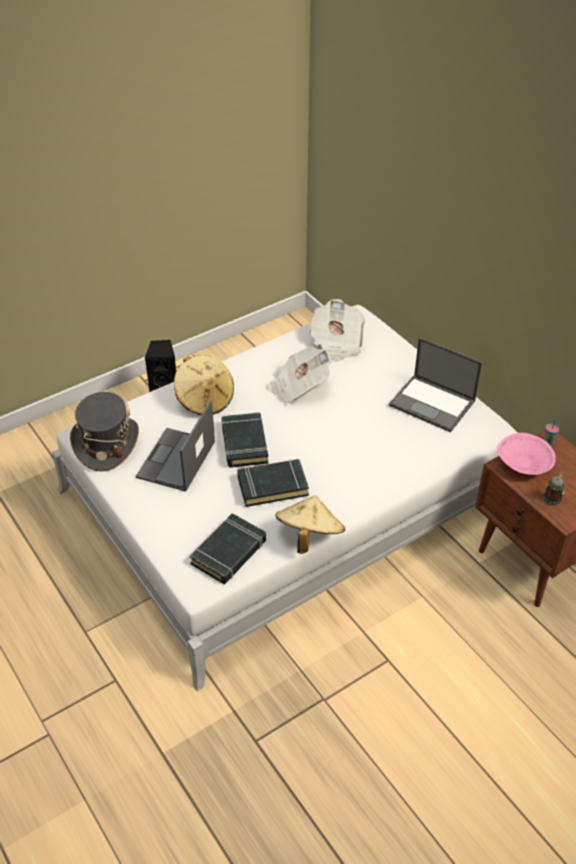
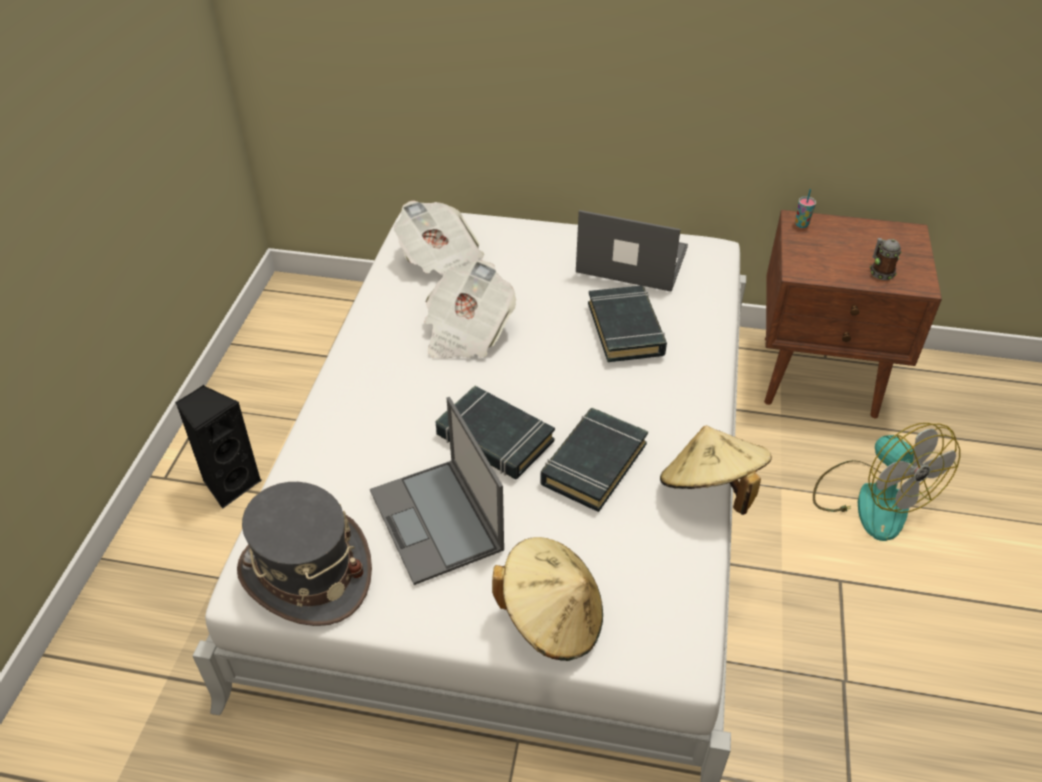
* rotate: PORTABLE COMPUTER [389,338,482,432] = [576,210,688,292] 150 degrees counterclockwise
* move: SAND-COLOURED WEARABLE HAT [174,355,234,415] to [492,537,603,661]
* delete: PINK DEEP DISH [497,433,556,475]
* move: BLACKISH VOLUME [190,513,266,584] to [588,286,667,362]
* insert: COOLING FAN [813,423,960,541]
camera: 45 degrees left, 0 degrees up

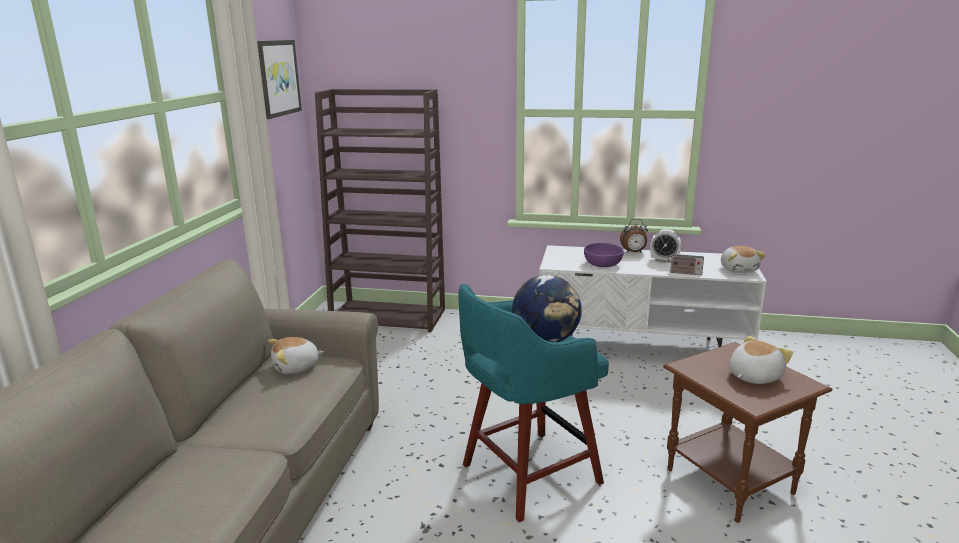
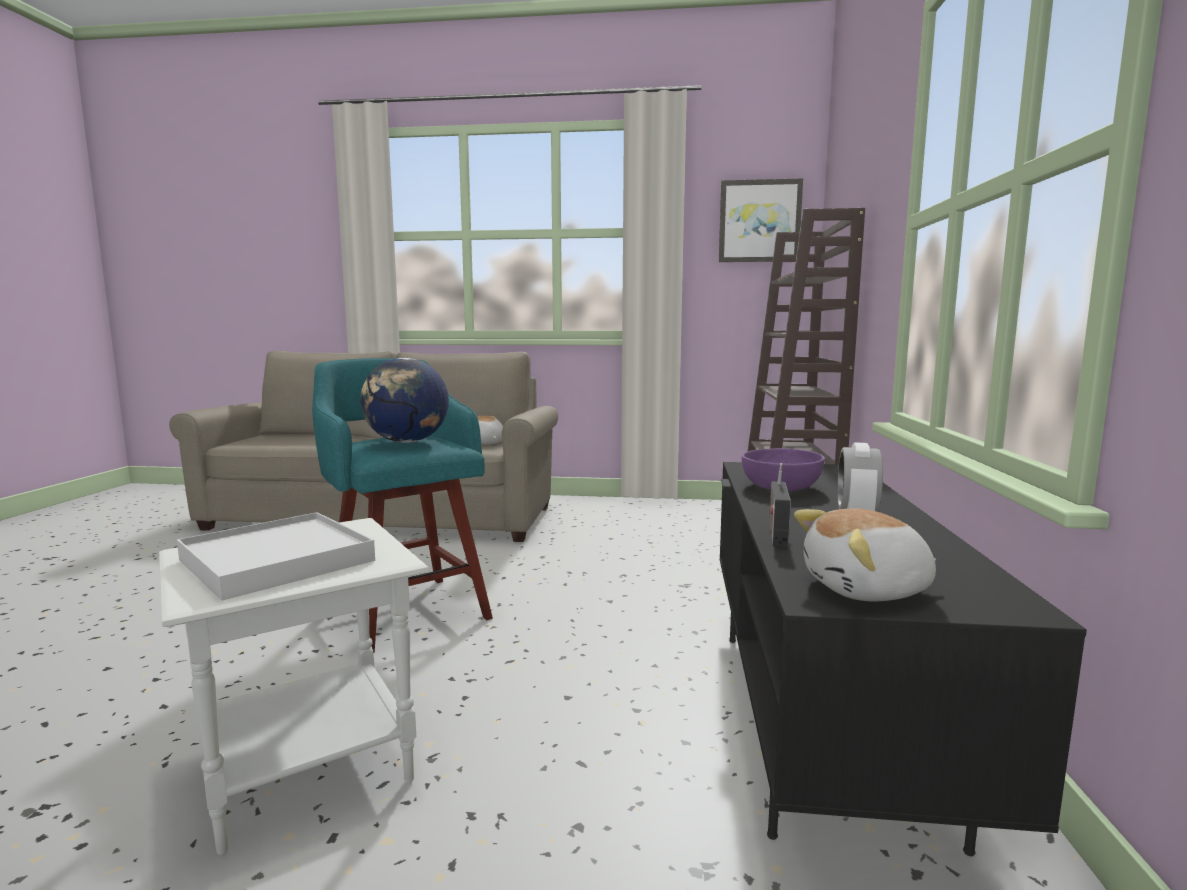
* delete: BEDSIDE CLOCK [620,219,648,253]
* recolor: WHITE-COLOURED TV STAND [539,245,767,347] to BLACKISH TV STAND [720,462,1087,856]
* replace: CUDDLY TOY [729,336,793,384] to WHITE-COLOURED CARRYING TRAY [177,512,375,601]
* recolor: BROWNISH END TABLE [663,342,832,523] to WHITE-COLOURED END TABLE [159,518,429,855]
camera: 85 degrees right, 10 degrees down

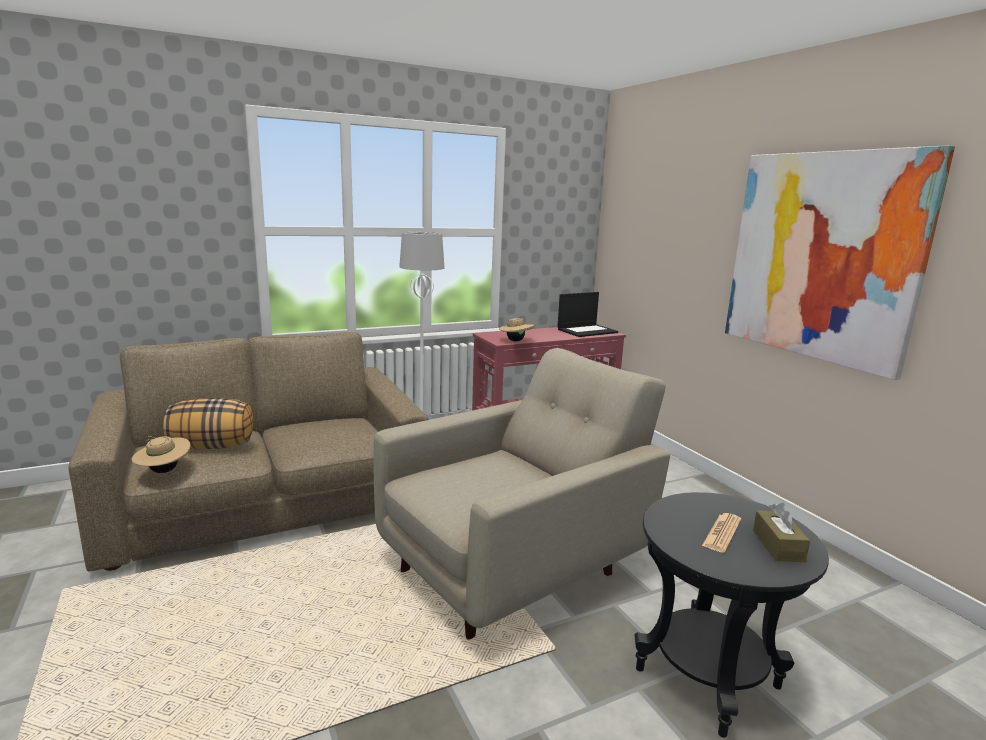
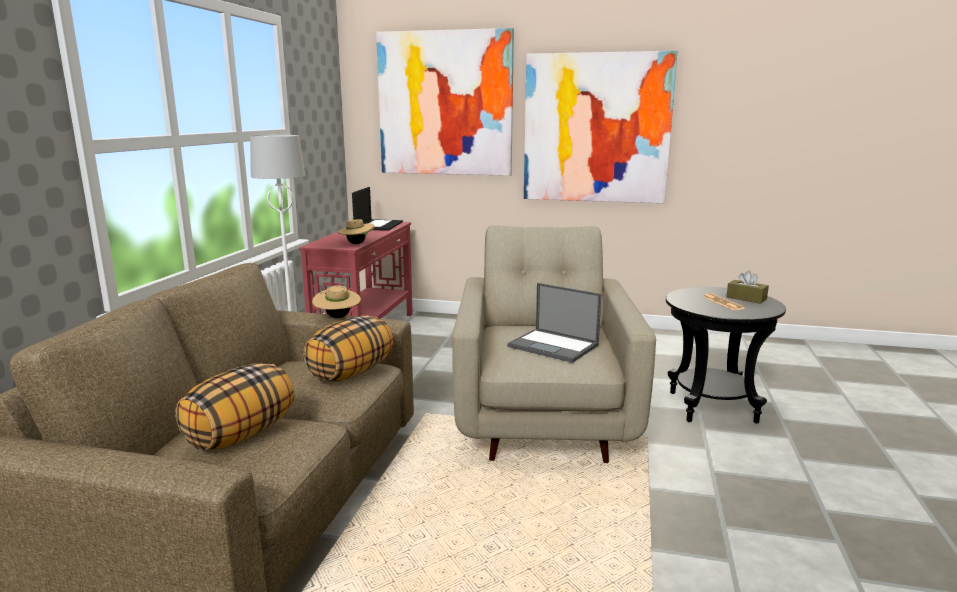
* move: SAND-COLOURED WEARABLE HAT [131,436,191,473] to [312,285,361,318]
* insert: PICTURE [376,28,514,176]
* insert: PORTABLE COMPUTER [507,283,601,363]
* insert: PILLOW [304,315,393,381]
camera: 50 degrees left, 0 degrees up

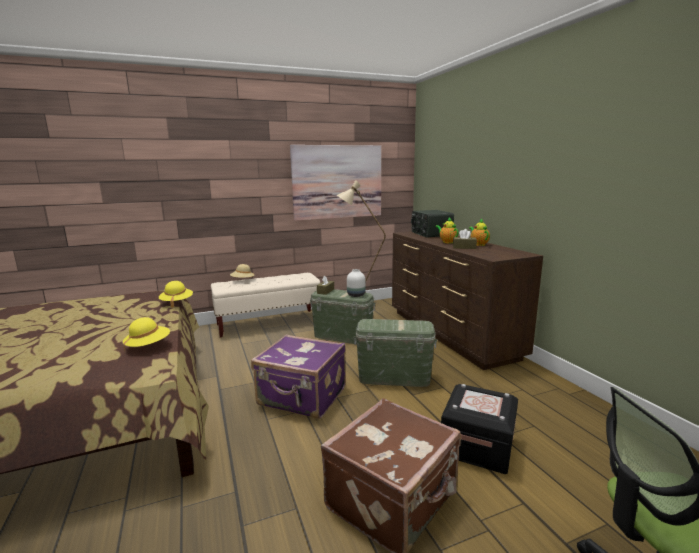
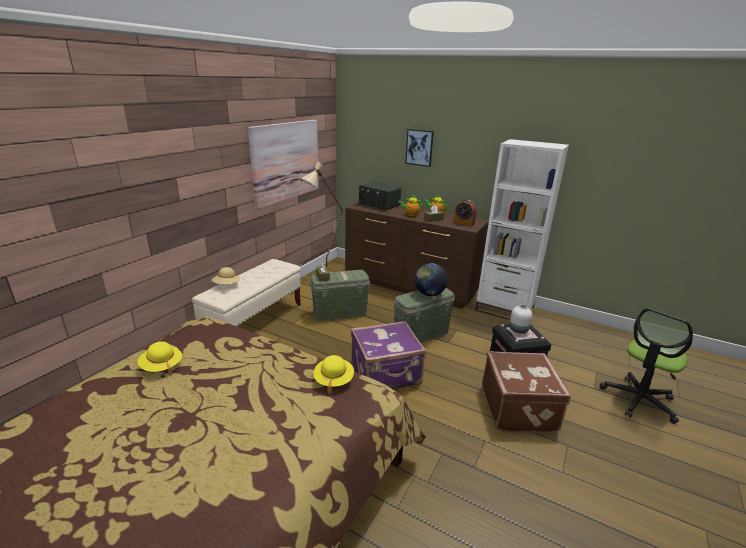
* move: WHITE-COLOURED DECORATIVE VASE [347,269,365,297] to [510,304,532,334]
* move: YELLOW-COLOURED WEARABLE HAT [159,281,193,308] to [138,341,182,376]
* insert: PICTURE [405,129,434,167]
* insert: WHITE-COLOURED BOOKSHELF [475,139,569,320]
* insert: BEDSIDE CLOCK [454,199,476,226]
* insert: GLOBE [414,263,448,296]
camera: 40 degrees left, 10 degrees up

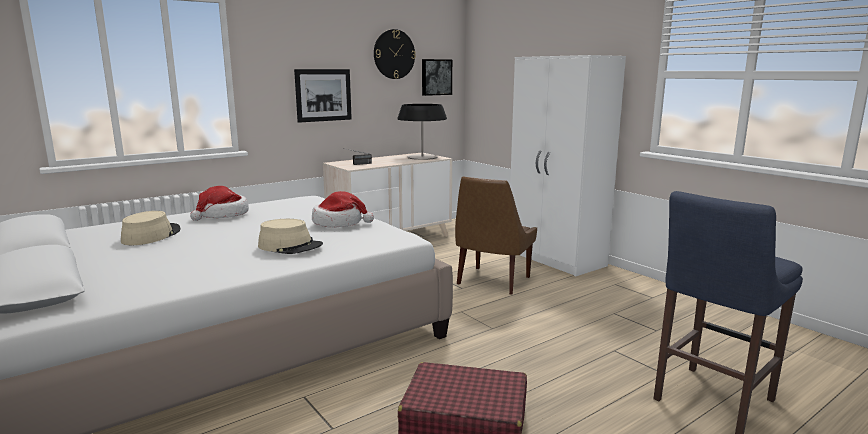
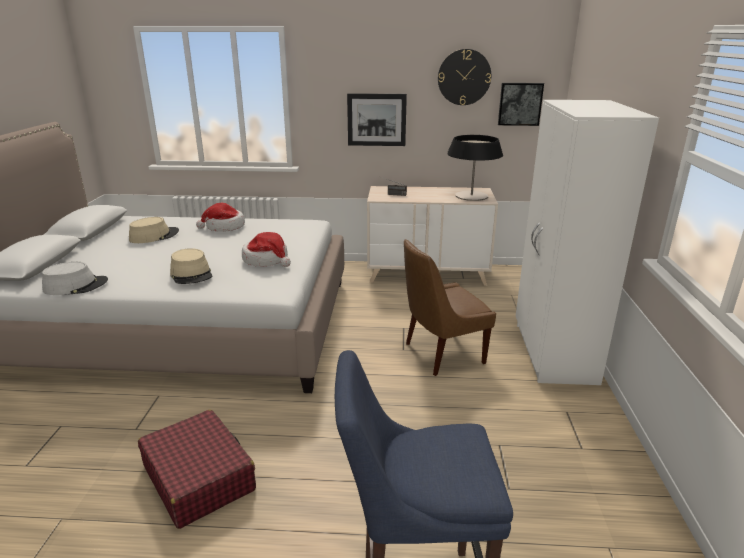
* insert: GRAY WEARABLE HAT [42,262,108,295]
camera: 40 degrees right, 10 degrees up

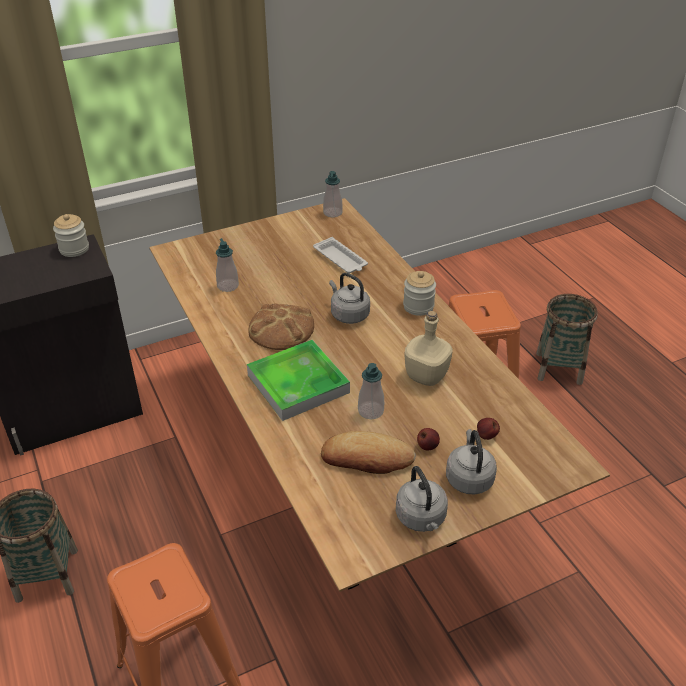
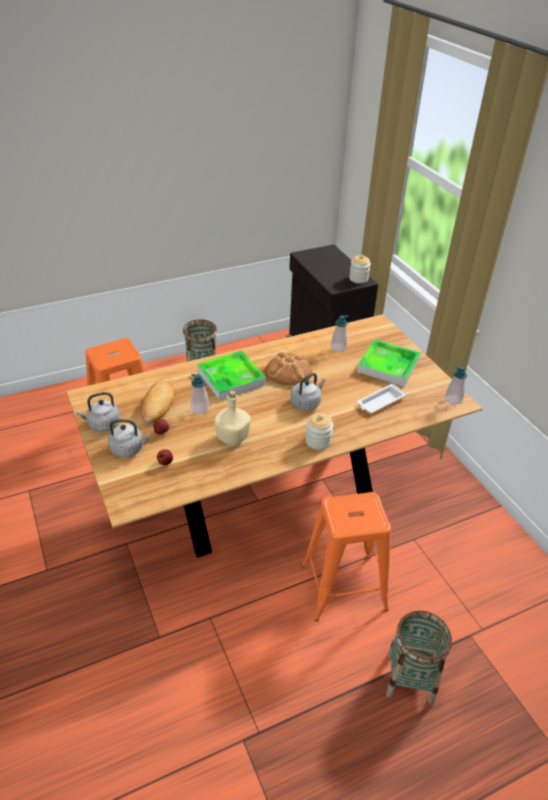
* insert: CARRYING TRAY [357,339,421,387]
camera: 90 degrees right, 0 degrees up

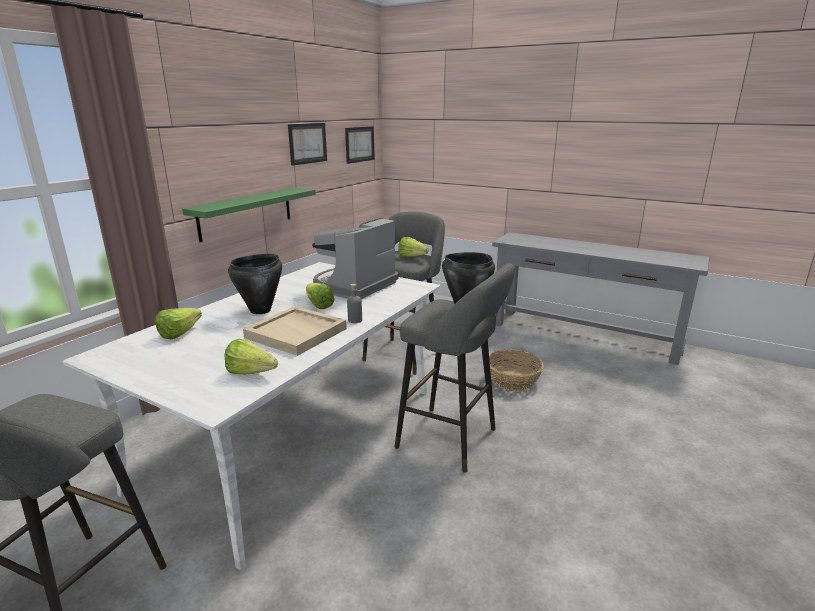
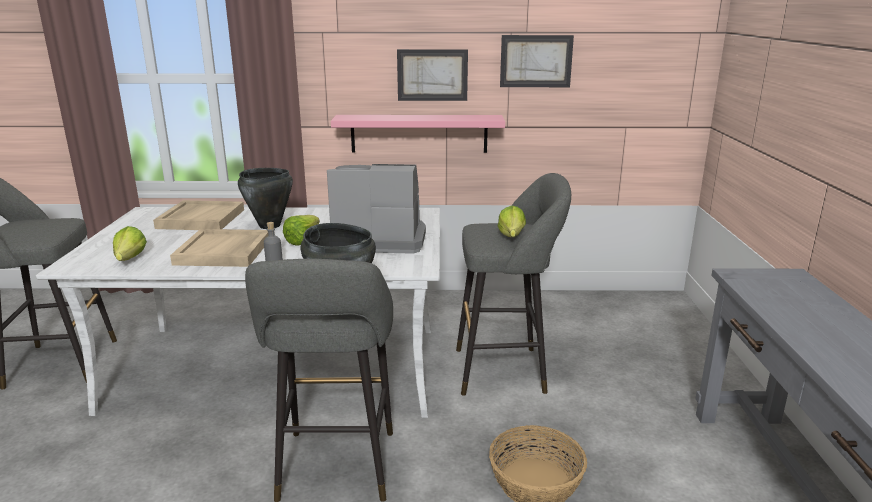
* move: PICTURE [345,126,375,164] to [397,49,468,101]
* recolor: GREENISH SHELF [182,187,316,242] to PINK SHELF [331,115,505,153]
* replace: LETTUCE HEAD [155,308,202,339] to SAND-COLOURED CARRYING TRAY [153,200,244,230]
camera: 60 degrees right, 0 degrees up

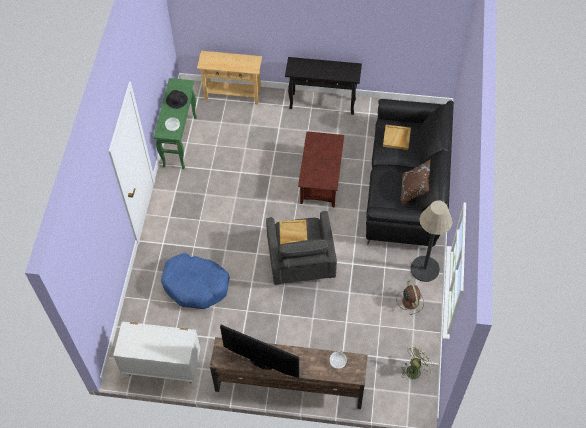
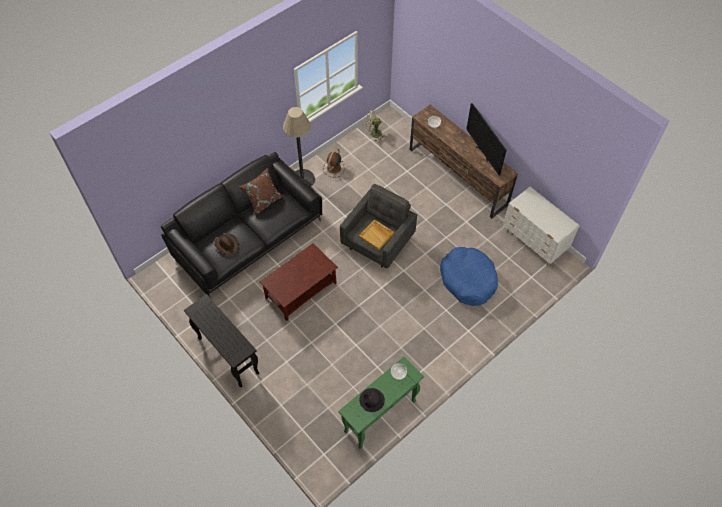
* delete: SAND-COLOURED NARROW TABLE [197,51,262,104]
* replace: SAND-COLOURED CARRYING TRAY [383,125,411,150] to BROWNISH WEARABLE HAT [214,233,239,255]
camera: 140 degrees left, 0 degrees up

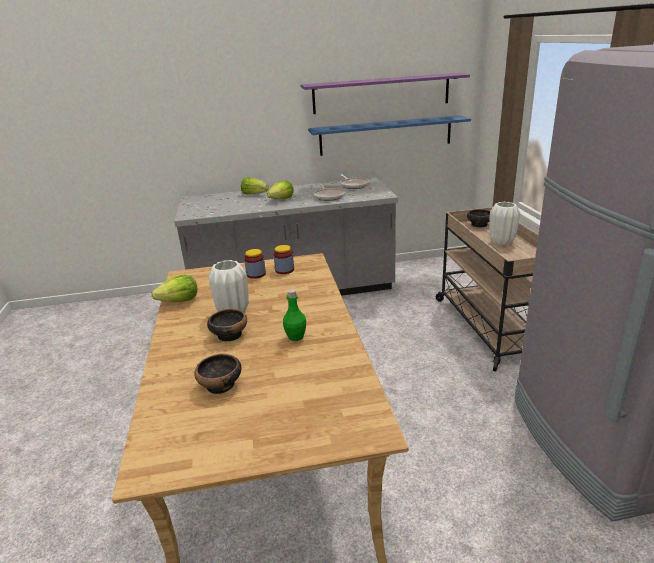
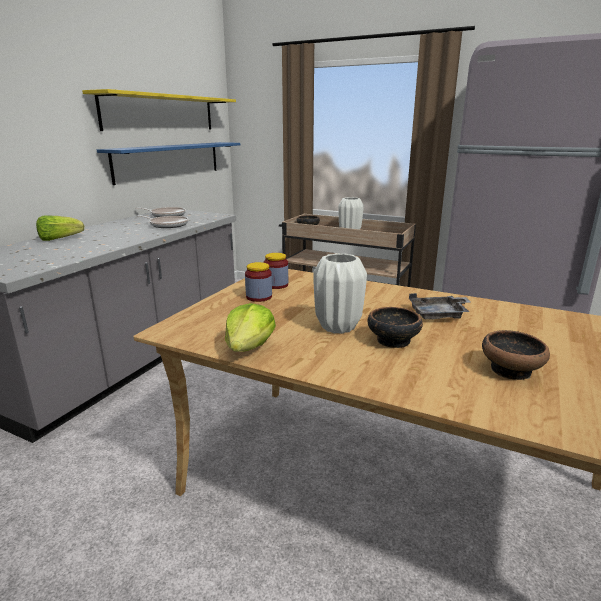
* recolor: PURPLISH SHELF [301,73,470,114] to YELLOW-COLOURED SHELF [82,89,236,131]
* delete: LETTUCE HEAD [267,181,294,199]
* replace: GREENISH BEVERAGE BOTTLE [283,289,306,341] to GRAY CARRYING TRAY [409,293,471,319]
camera: 55 degrees left, 5 degrees down

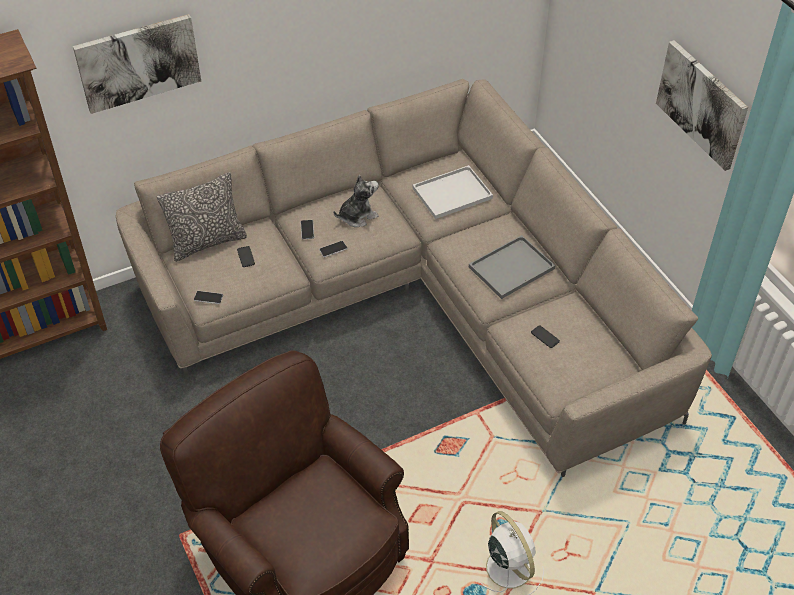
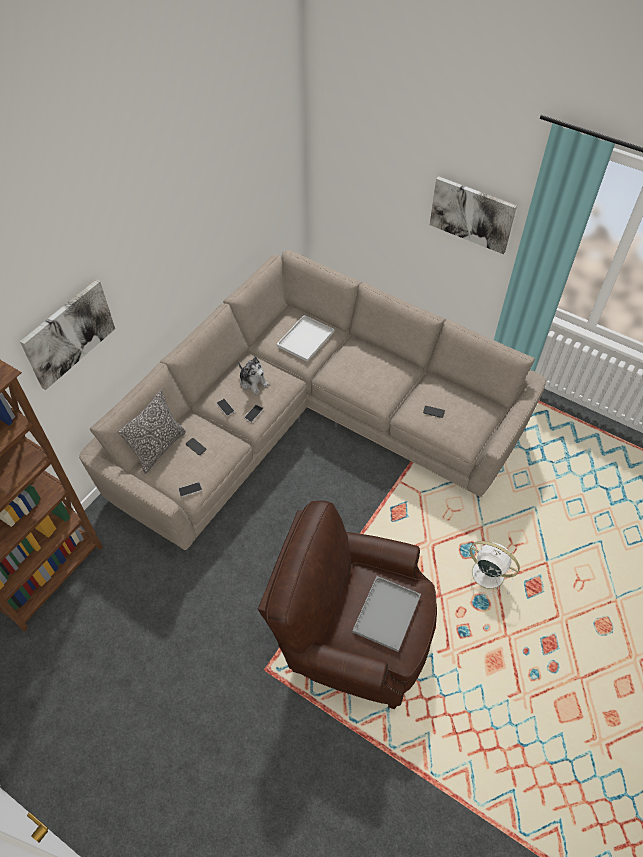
* rotate: CUDDLY TOY [333,175,379,227] = [238,357,269,394] 105 degrees clockwise
* move: GRAY CARRYING TRAY [469,235,556,299] to [352,576,421,652]
camera: 30 degrees left, 5 degrees up

